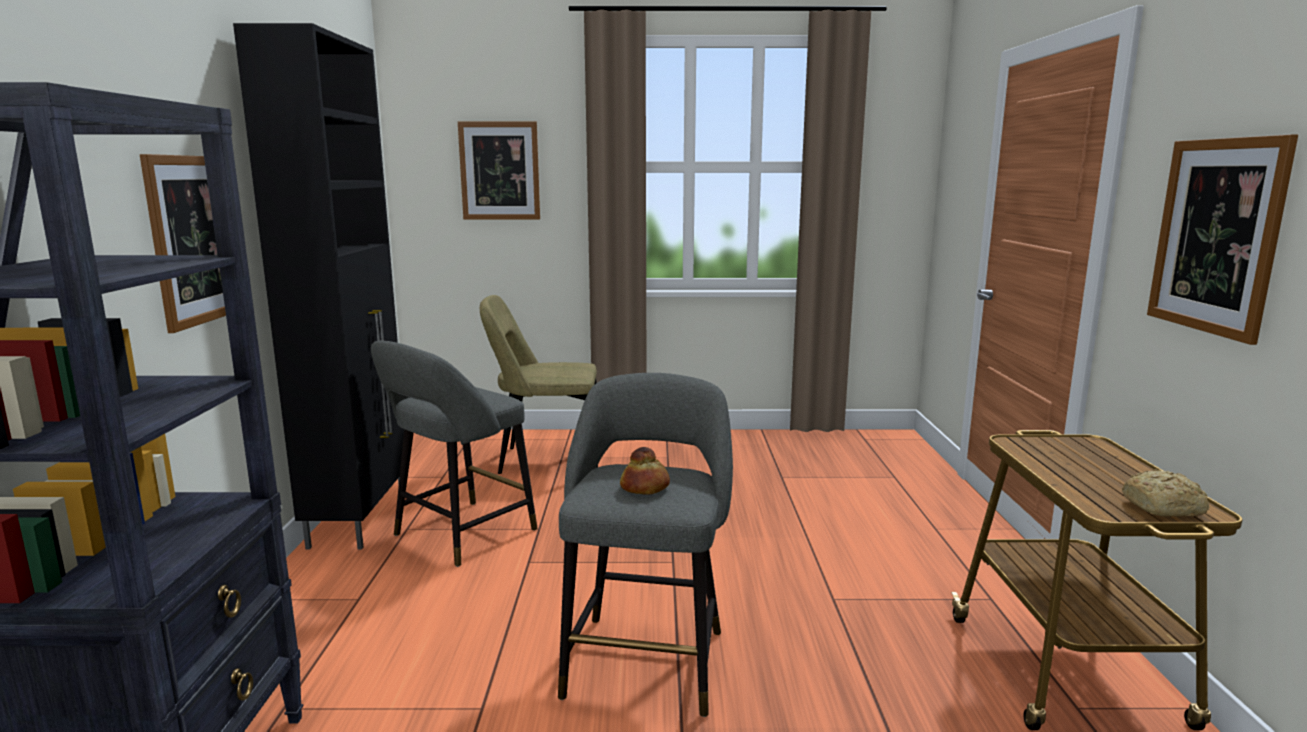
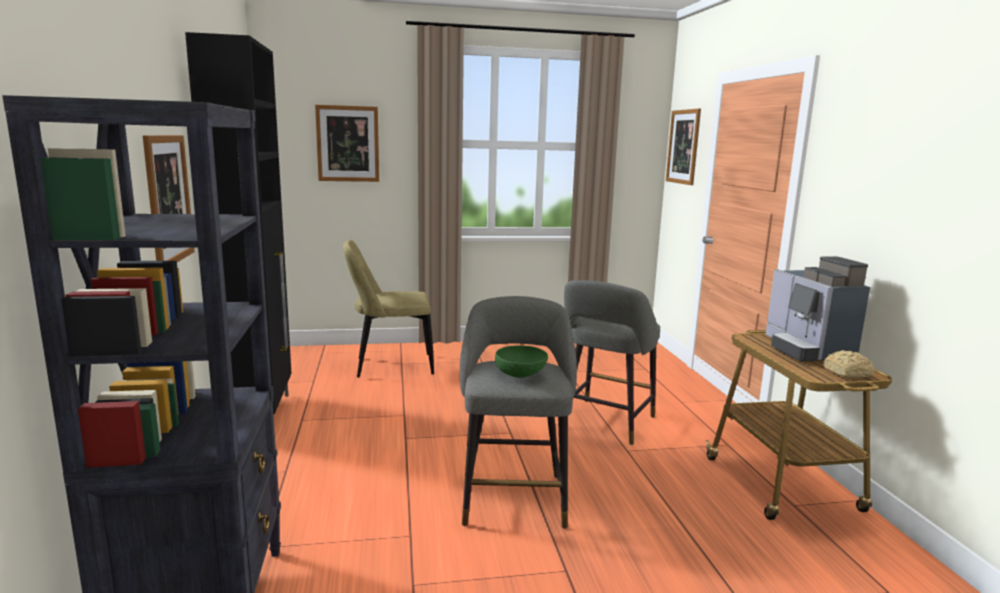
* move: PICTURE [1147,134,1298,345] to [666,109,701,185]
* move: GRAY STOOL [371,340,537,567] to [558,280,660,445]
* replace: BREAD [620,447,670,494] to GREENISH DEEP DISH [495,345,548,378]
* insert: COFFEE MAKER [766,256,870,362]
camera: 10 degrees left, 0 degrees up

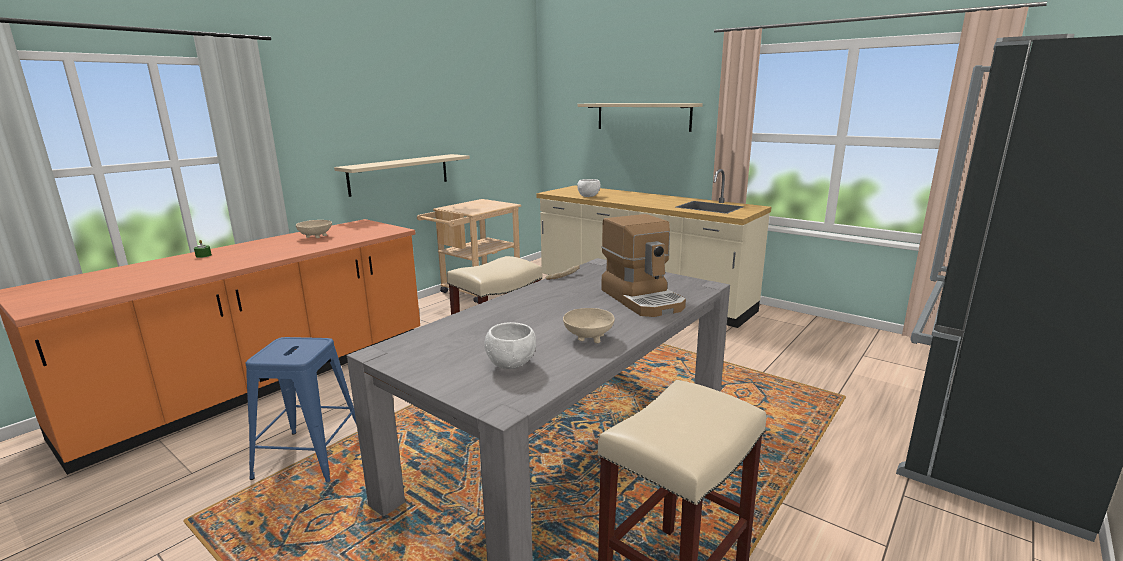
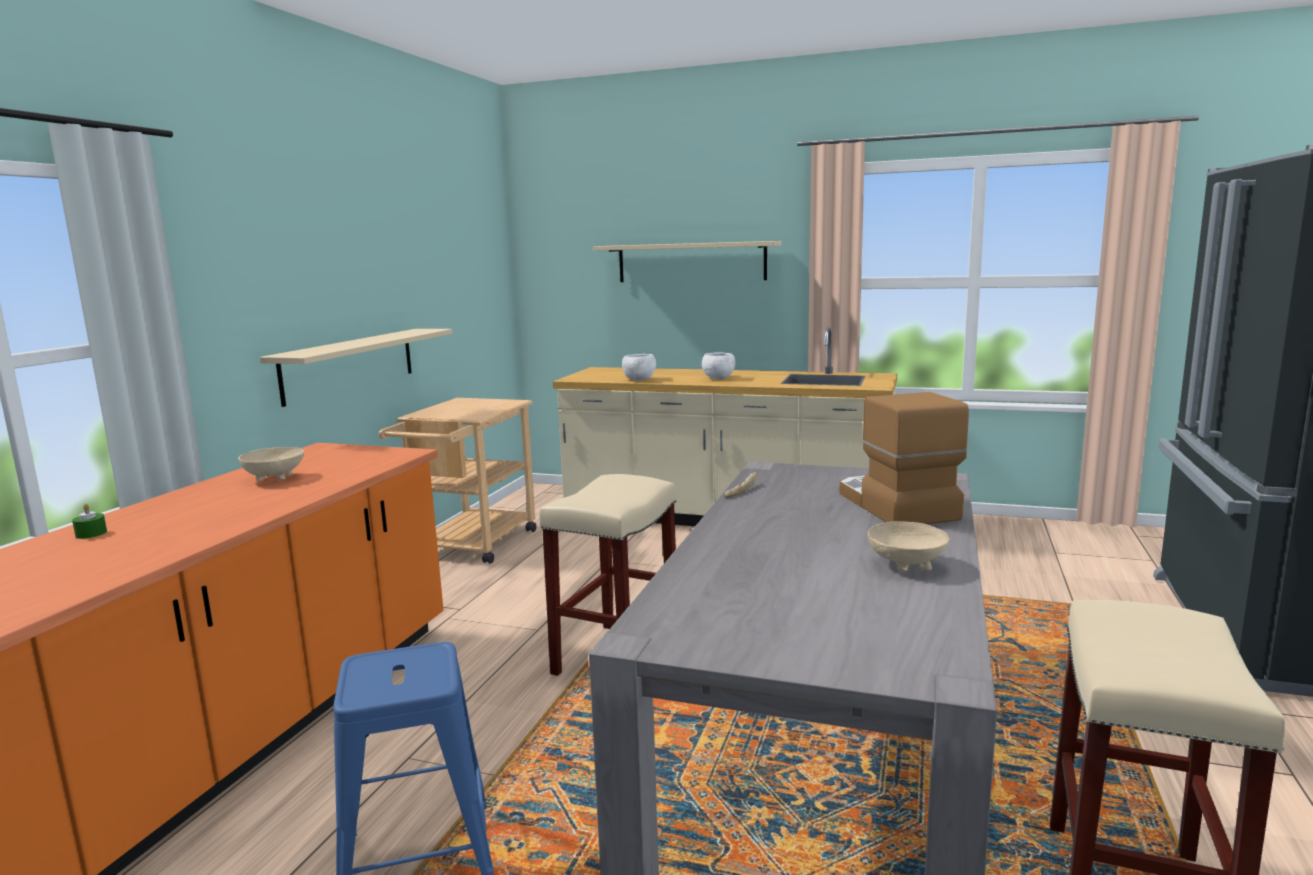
* rotate: COFFEE MAKER [602,214,686,317] = [839,392,969,524] 150 degrees counterclockwise
* move: WHITE-COLOURED DEEP DISH [484,322,536,369] to [702,353,736,380]
camera: 20 degrees left, 5 degrees down

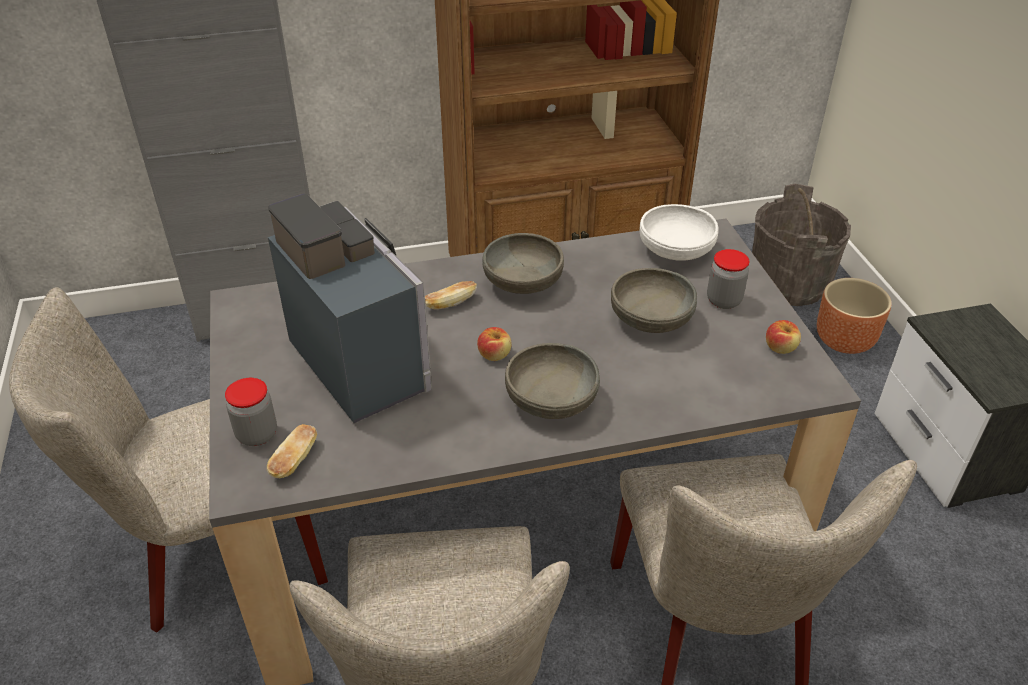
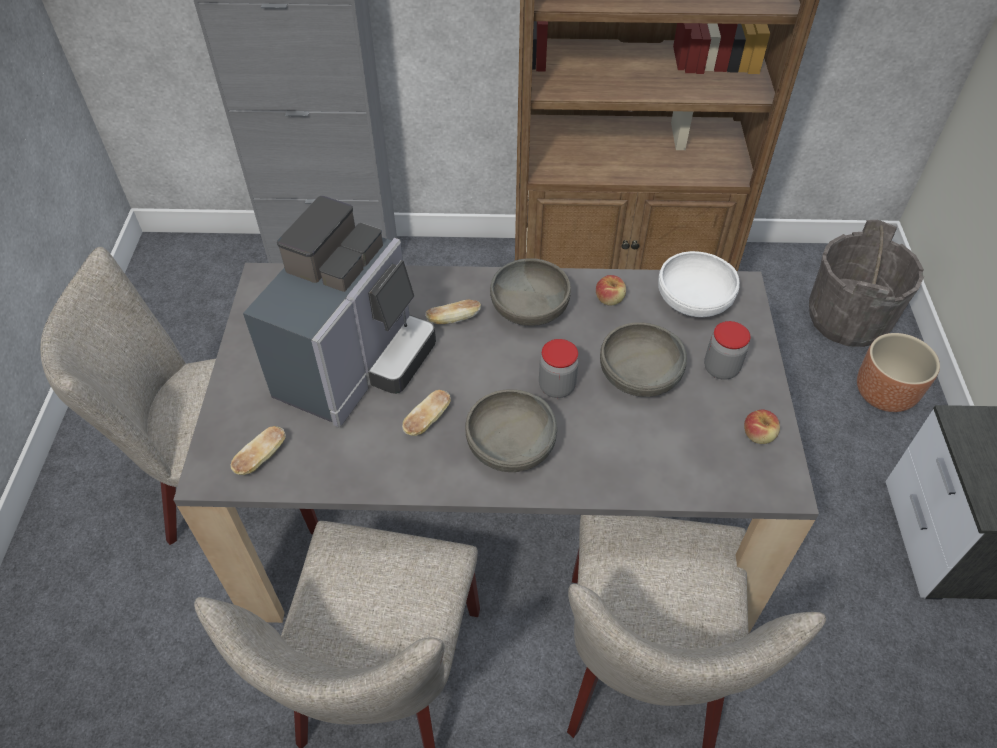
* rotate: COFFEE MAKER [268,194,432,423] = [243,196,436,427] 45 degrees clockwise
* move: APPLE FRUIT [477,327,512,361] to [596,275,626,305]
* move: STORAGE JAR [225,378,277,446] to [539,339,579,398]
* insert: BREAD [402,390,451,436]
camera: 15 degrees right, 10 degrees up

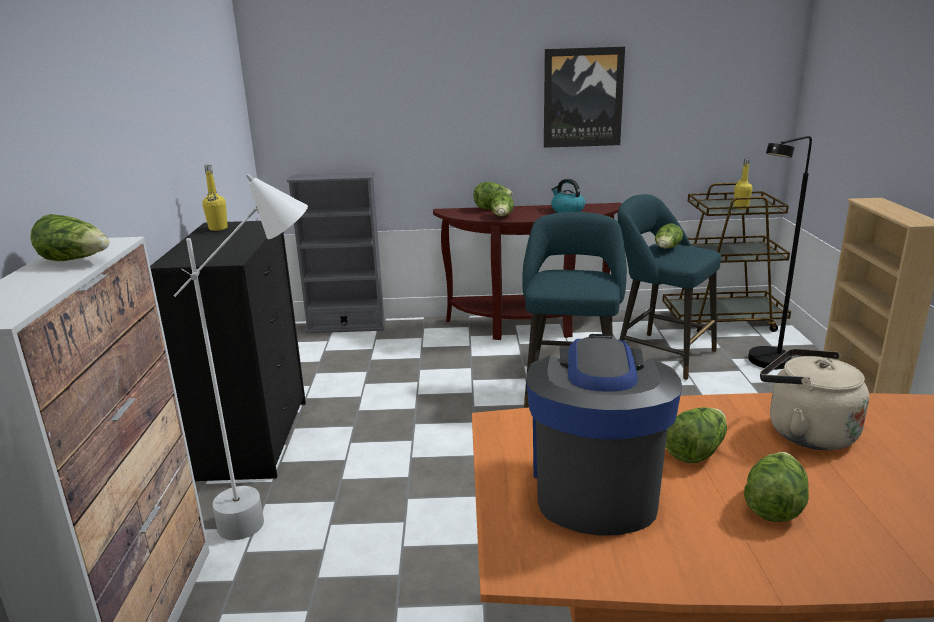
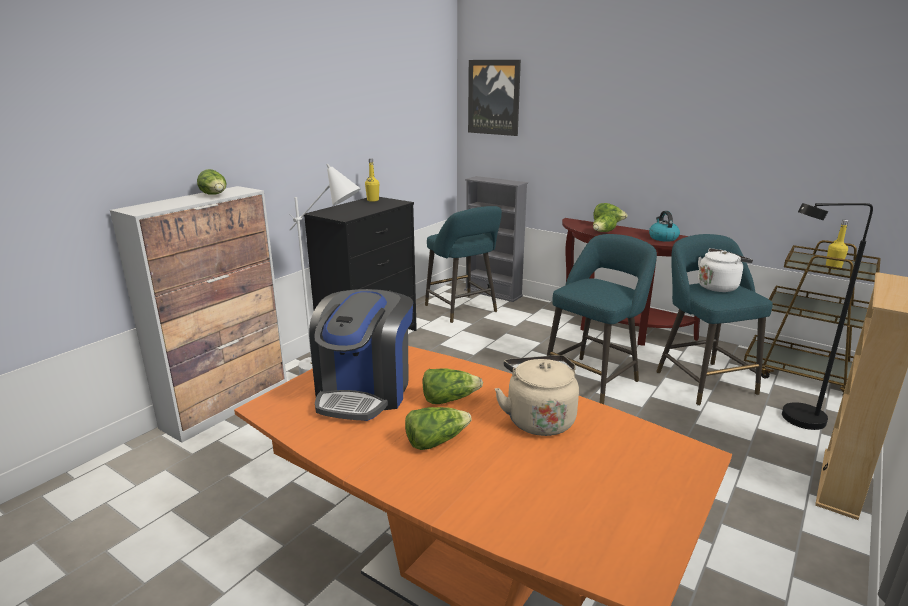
* move: PICTURE [544,47,625,148] to [468,60,521,136]
* replace: LETTUCE HEAD [655,223,683,249] to WHITE-COLOURED KETTLE [698,248,753,292]
* rotate: COFFEE MAKER [526,334,682,536] = [309,289,413,421] 150 degrees clockwise
* insert: TURQUOISE-COLOURED STOOL [425,206,502,323]
camera: 35 degrees right, 0 degrees up

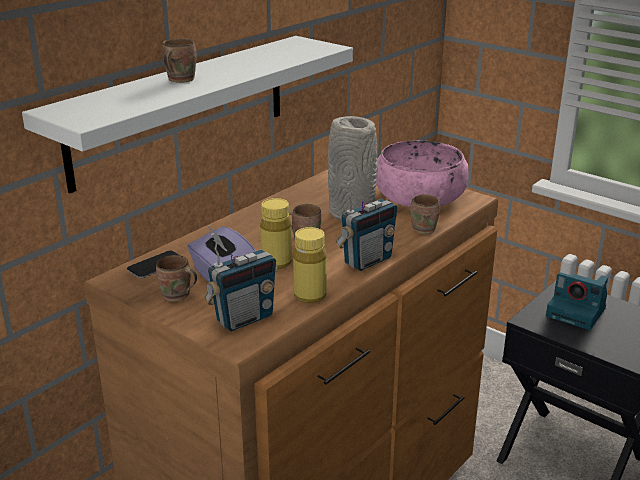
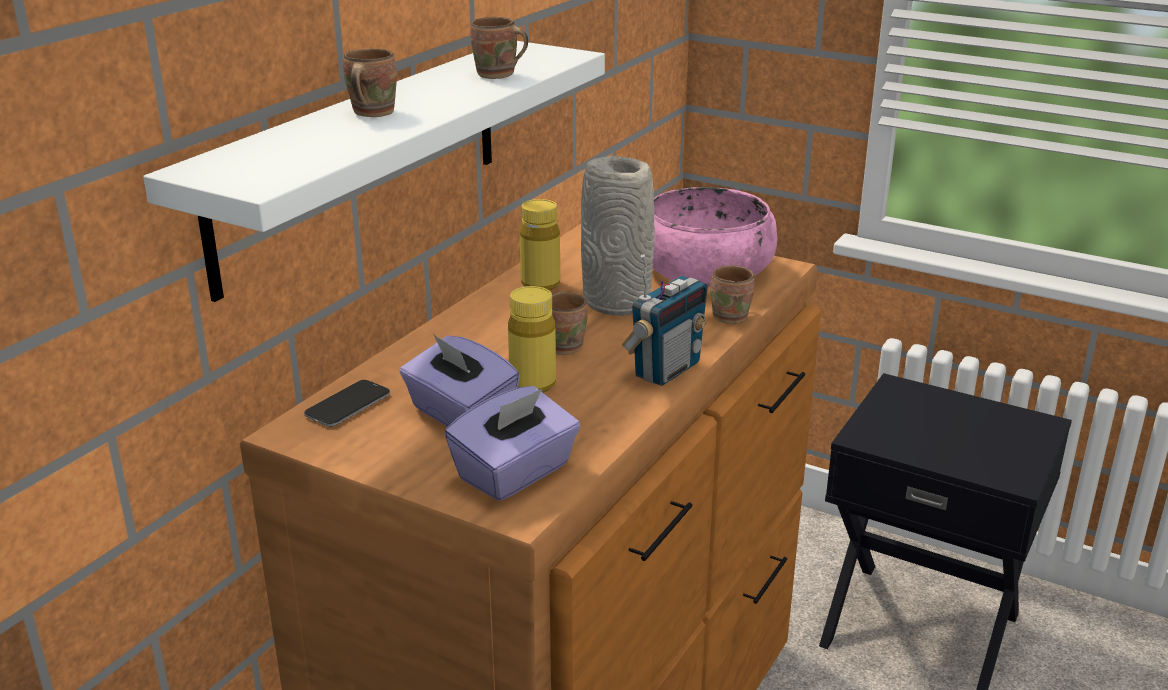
* move: YELLOW-COLOURED BEVERAGE BOTTLE [293,227,327,303] to [520,199,560,290]
* replace: RADIO RECEIVER [204,233,278,331] to PURPLISH BOX OF TISSUES [444,386,580,501]
* move: BROWNISH TEA MUG [156,255,197,302] to [471,17,528,79]
* delete: PHOTO CAMERA [546,272,608,330]
camera: 10 degrees left, 0 degrees up

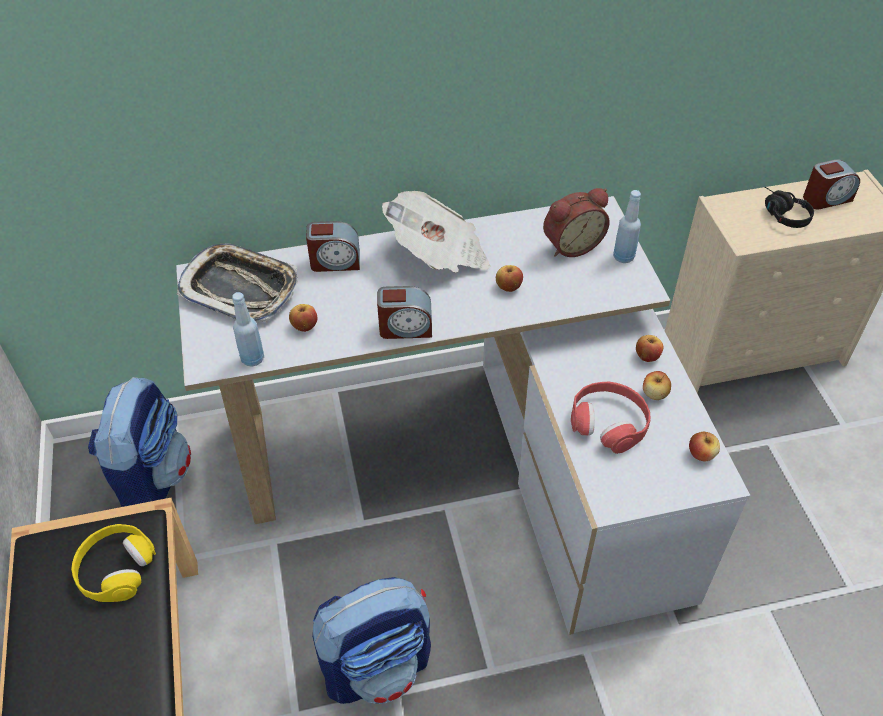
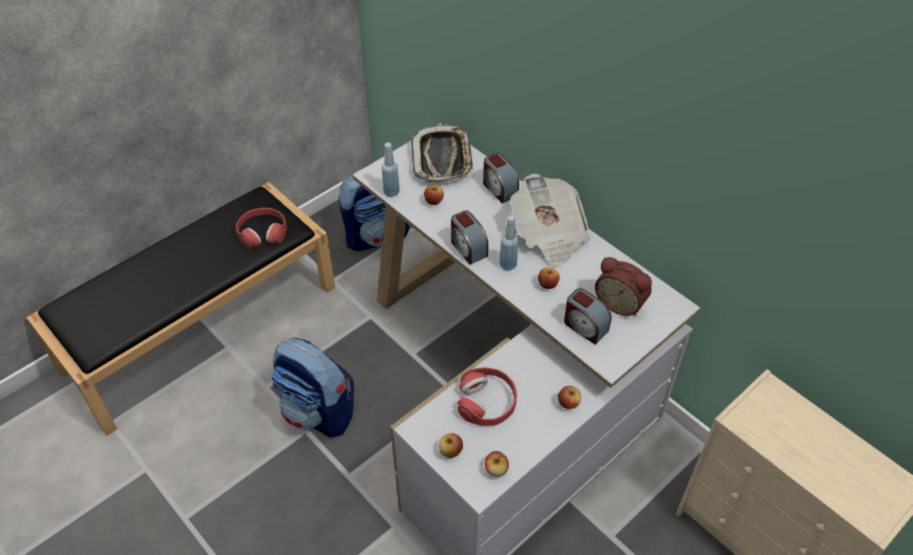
* move: BEDSIDE CLOCK [803,159,860,210] to [564,288,611,345]
* delete: BLACKISH HEADSET [765,187,814,228]
* move: BLUE-COLOURED BEVERAGE BOTTLE [613,190,641,263] to [499,215,518,270]
* move: APPLE FRUIT [643,371,671,400] to [439,433,463,458]
* recolor: YELLOW-COLOURED HEADSET [71,524,156,602] to RED-COLOURED HEADSET [236,208,287,249]
camera: 60 degrees right, 0 degrees up

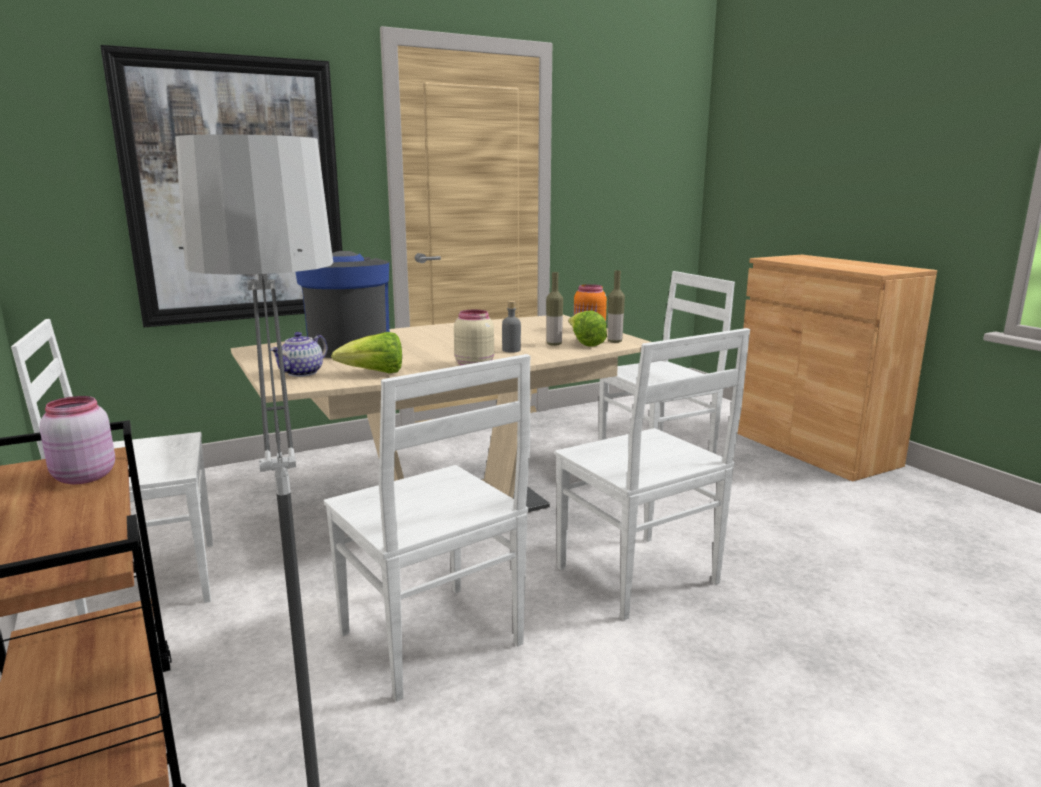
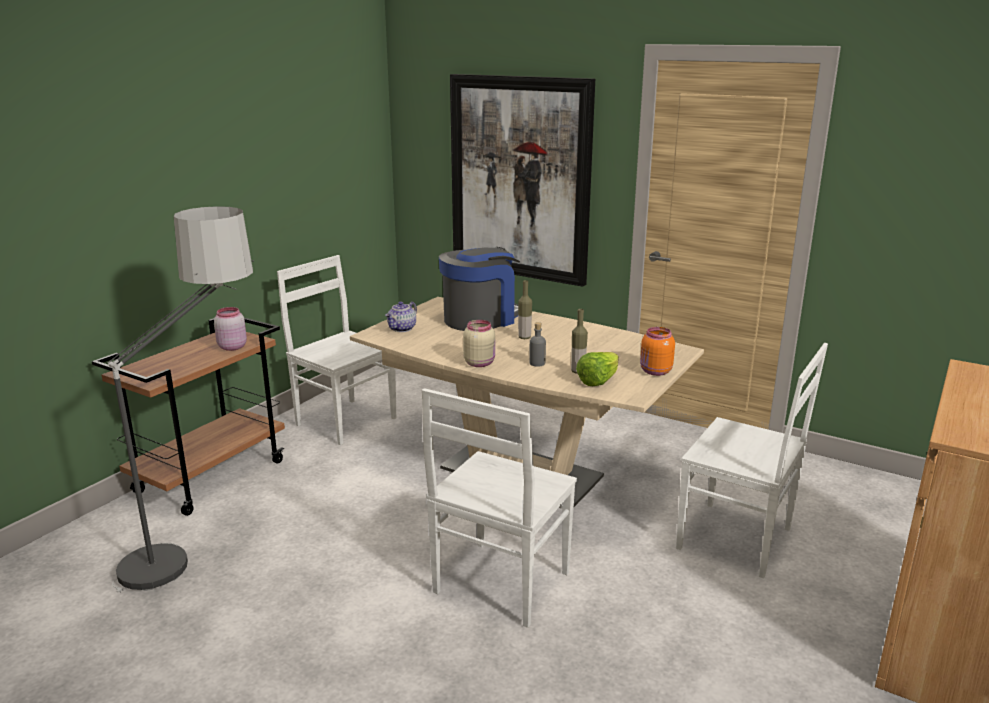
* move: BEVERAGE BOTTLE [608,270,625,343] to [518,280,532,339]
* rotate: TEAPOT [271,332,328,377] = [385,301,417,332] 60 degrees counterclockwise
* delete: LETTUCE HEAD [331,332,402,373]
* delete: WHITE-COLOURED PLAIN CHAIR [324,354,531,702]
camera: 60 degrees right, 5 degrees up

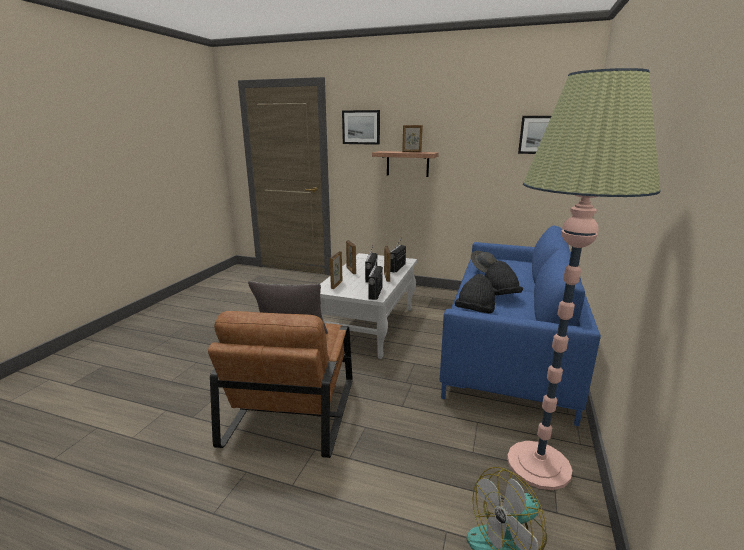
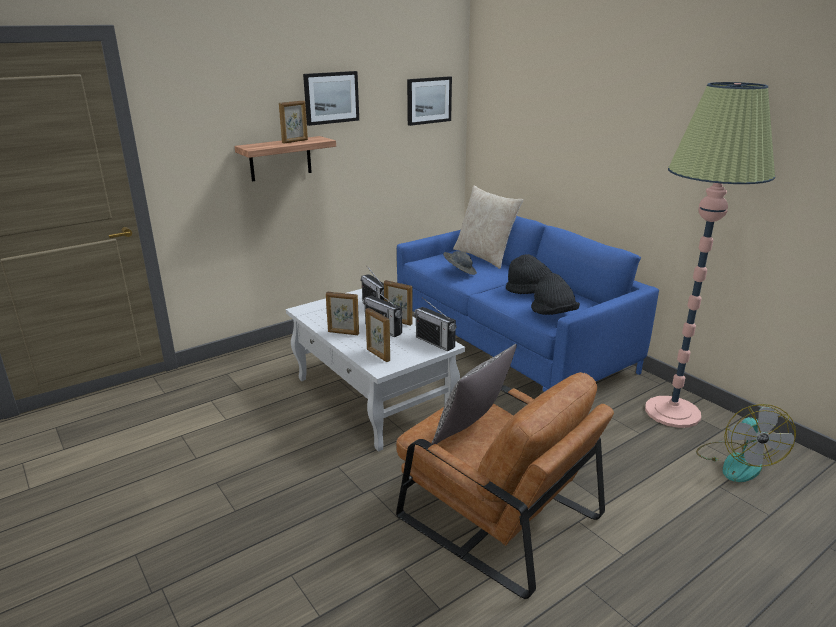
* move: PICTURE [342,110,380,145] to [303,71,359,126]
* insert: SAND-COLOURED PILLOW [453,186,523,269]
camera: 55 degrees left, 5 degrees up

